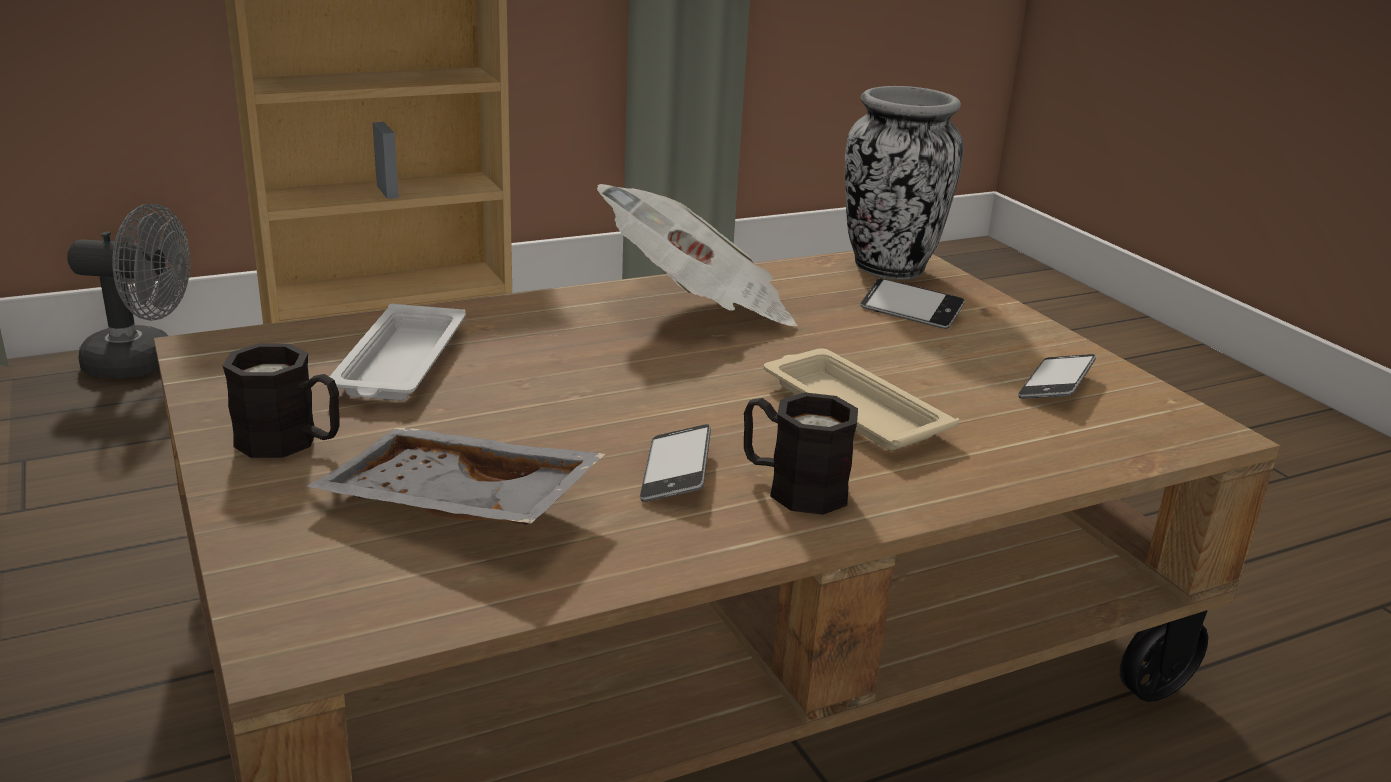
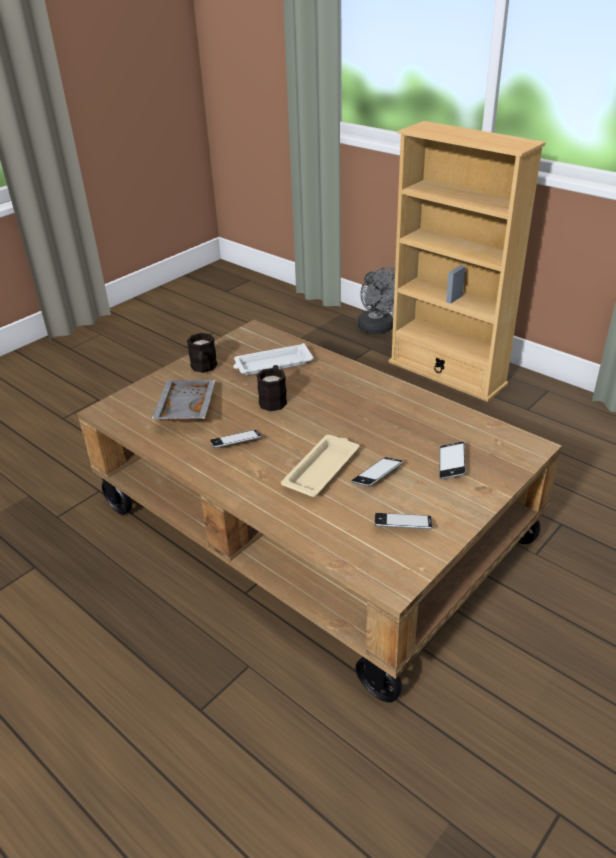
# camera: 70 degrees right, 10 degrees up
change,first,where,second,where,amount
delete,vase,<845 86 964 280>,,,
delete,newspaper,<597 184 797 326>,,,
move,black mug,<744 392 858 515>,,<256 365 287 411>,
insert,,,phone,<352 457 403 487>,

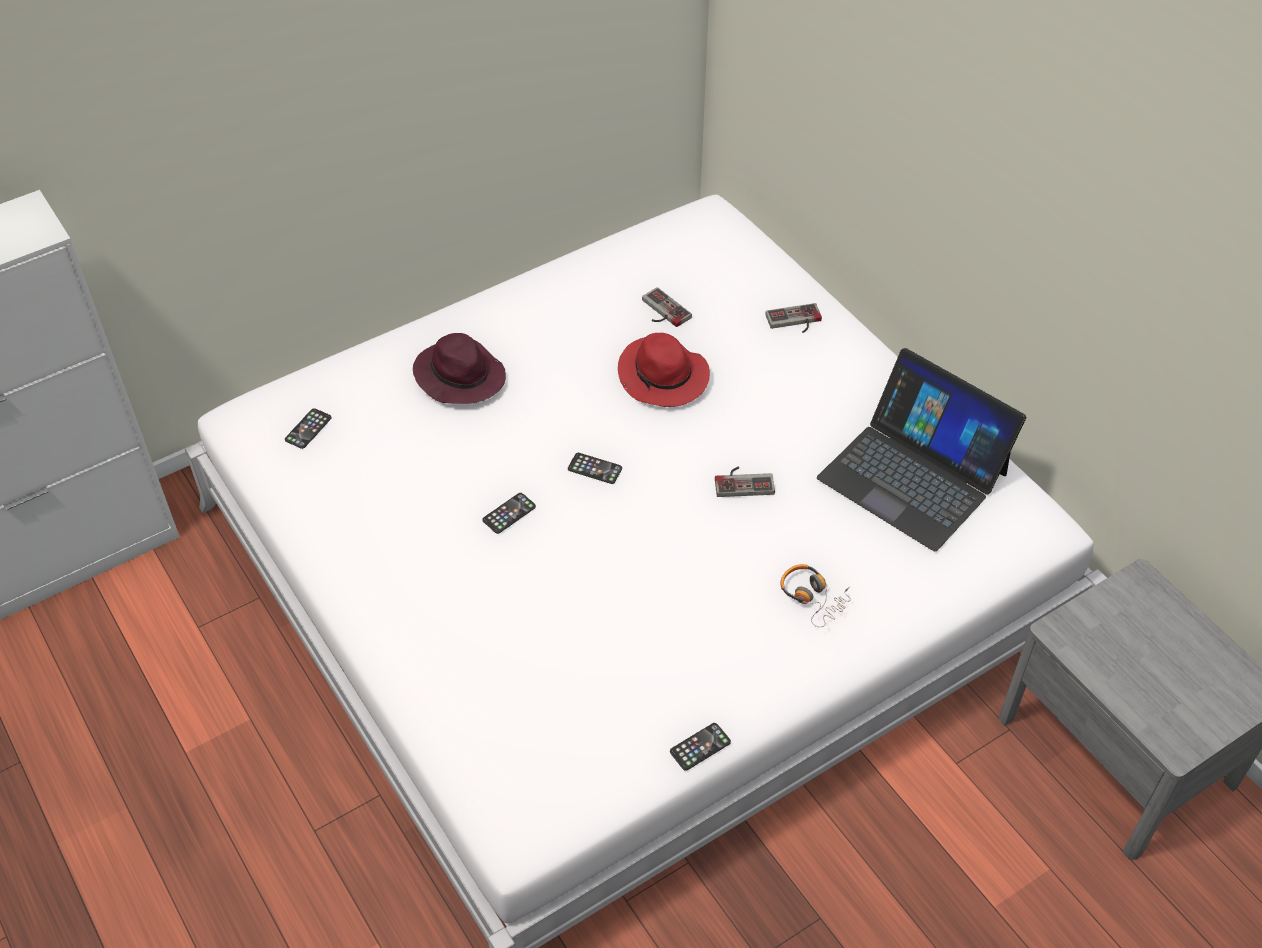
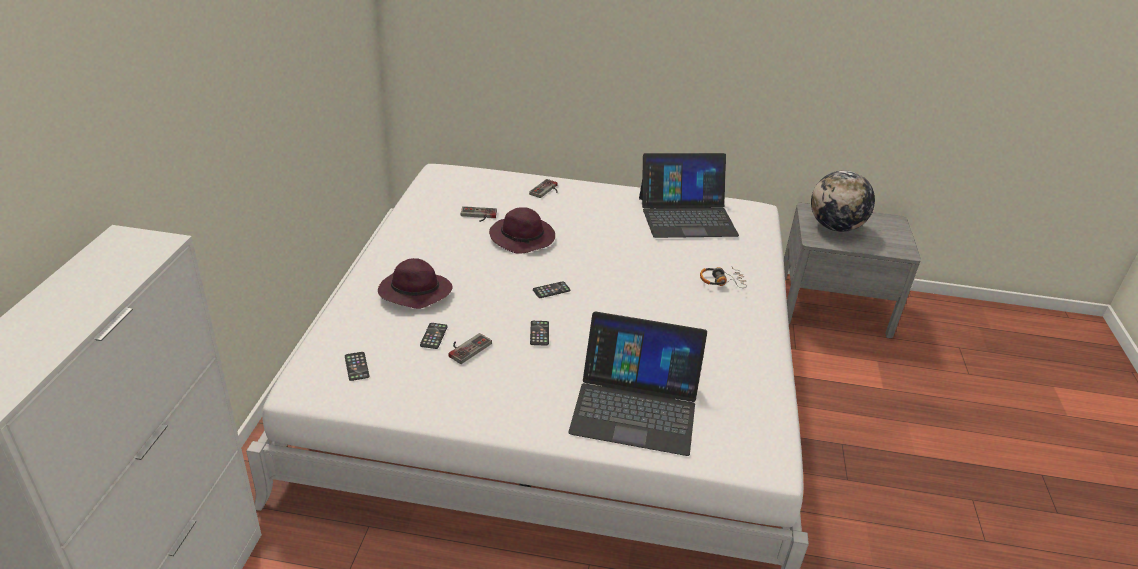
# camera: 50 degrees left, 15 degrees down
change,first,where,second,where,amount
recolor,red hat,<618 333 710 407>,purple hat,<489 207 555 254>,
move,game controller,<715 466 775 497>,,<448 333 492 364>,
move,phone,<670 723 731 771>,,<420 323 448 349>,
insert,,,globe,<811 170 875 232>,
insert,,,laptop,<568 311 707 456>,

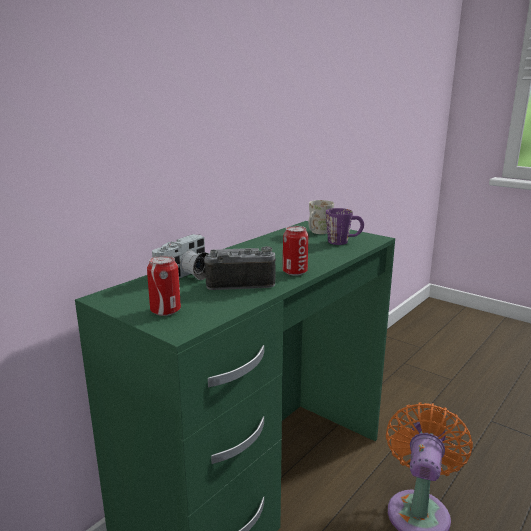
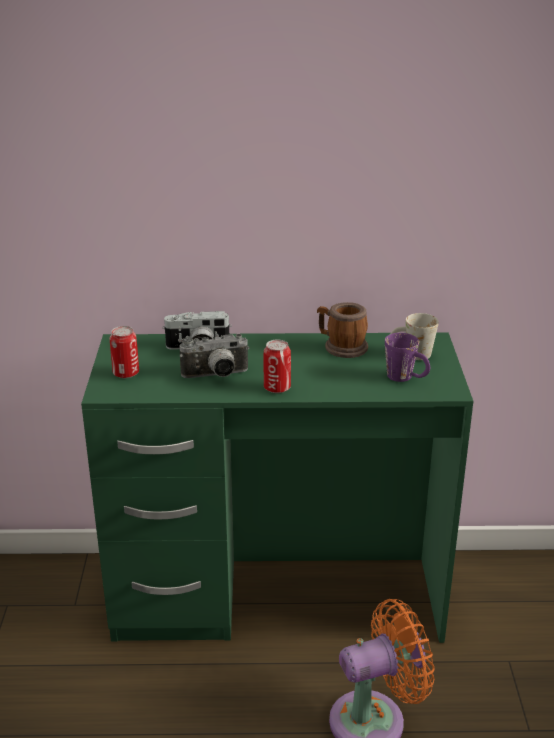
# camera: 50 degrees right, 10 degrees up
change,first,where,second,where,amount
rotate,photo camera,<204 246 276 290>,,<180 334 250 378>,120 degrees clockwise
insert,,,mug,<317 302 368 358>,

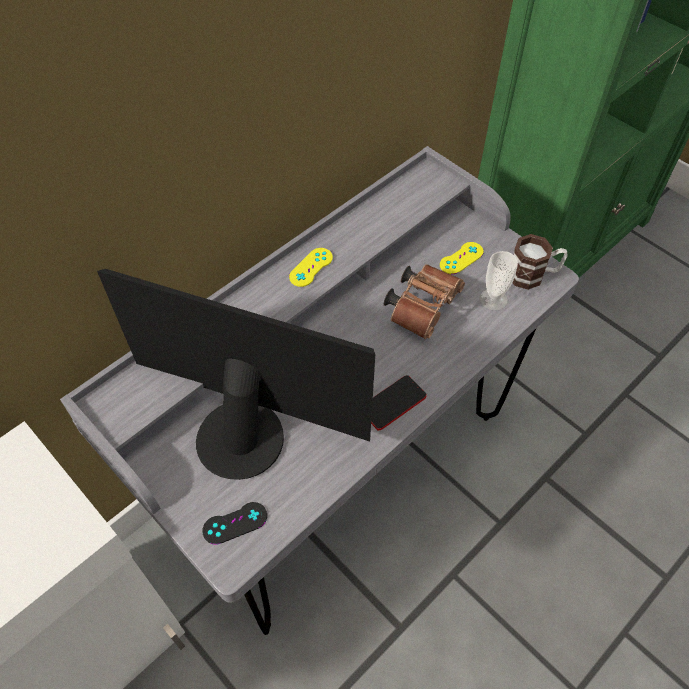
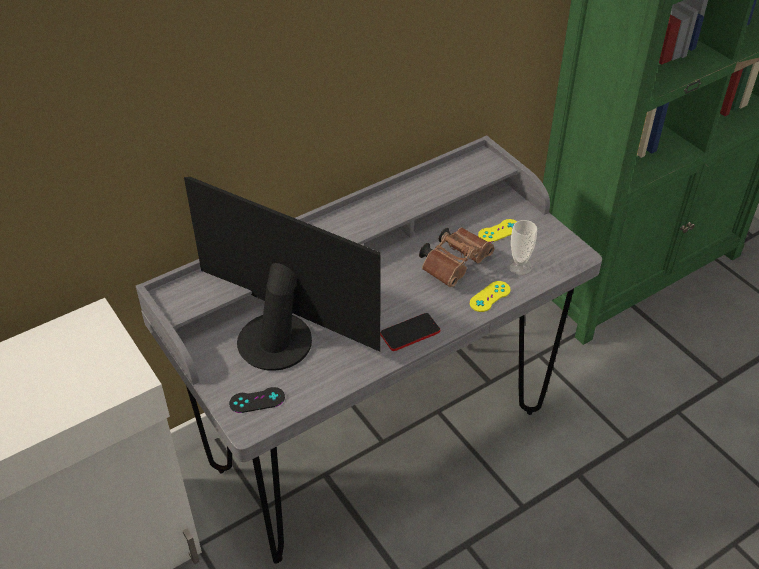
# camera: 10 degrees right, 10 degrees down
change,first,where,second,where,amount
delete,mug,<513 234 568 290>,,,
move,yellow game controller,<289 248 333 287>,,<469 281 510 312>,

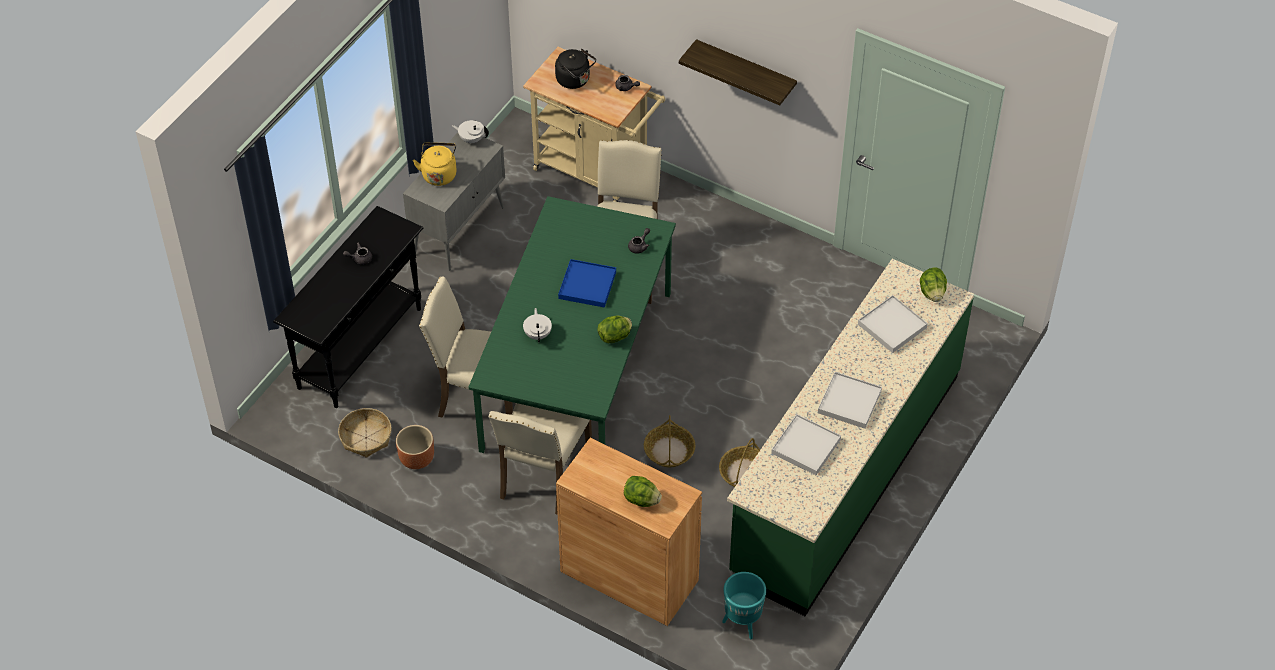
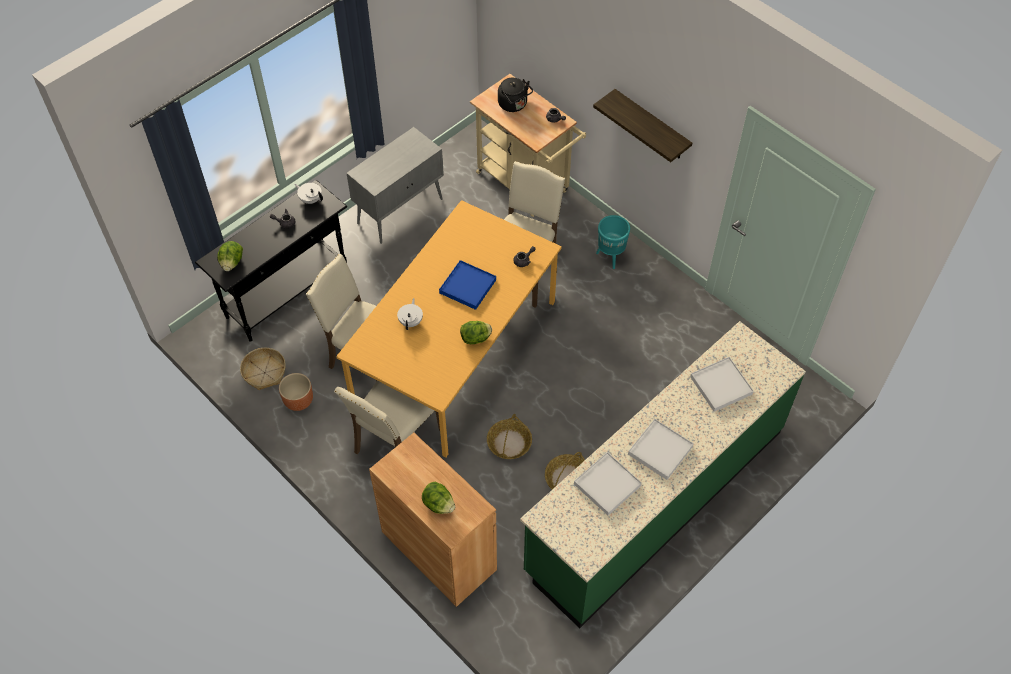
# camera: 15 degrees right, 5 degrees up
change,first,where,second,where,amount
move,white teapot,<452 120 489 144>,,<294 183 323 204>,
delete,yellow kettle,<413 142 457 186>,,,
recolor,green dining table,<468 196 676 453>,orange dining table,<336 200 562 457>,
move,lettuce,<920 267 947 302>,,<217 241 243 271>,
move,turquoise planter,<722 572 766 639>,,<596 215 630 269>,

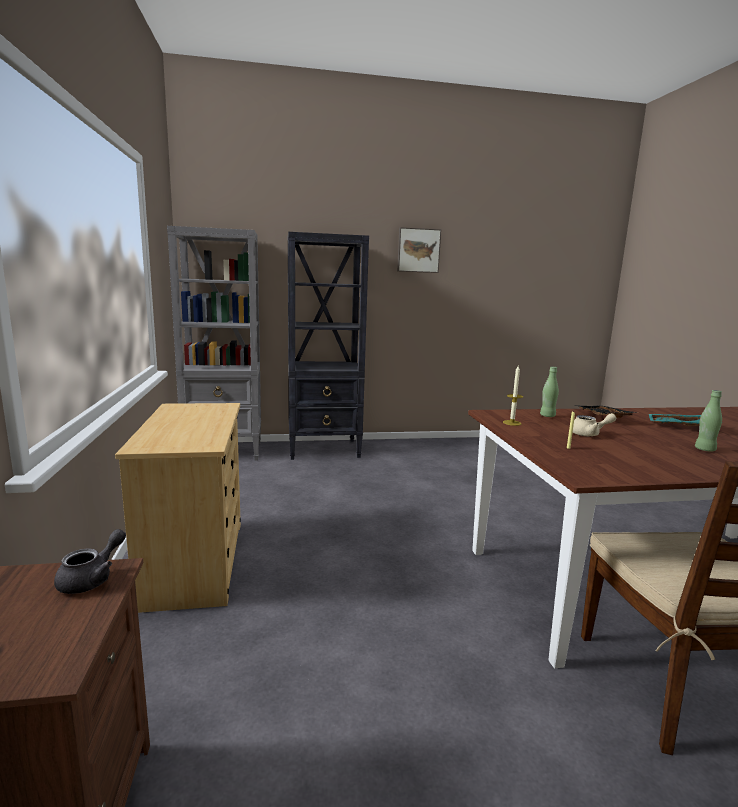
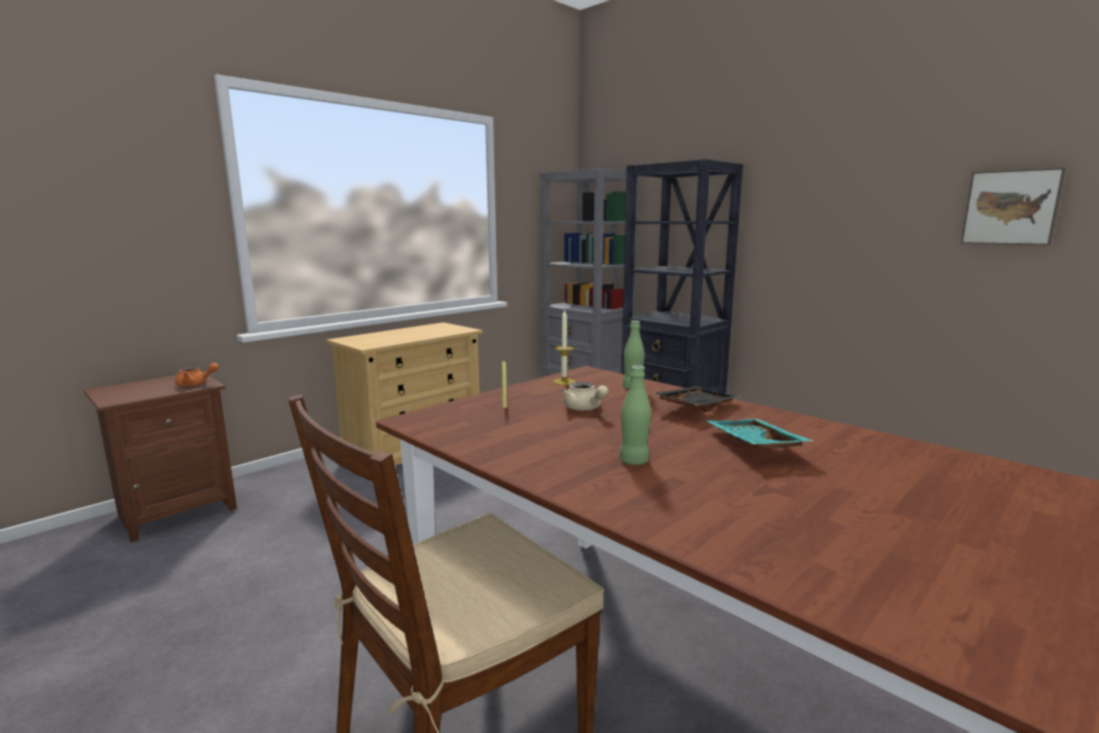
# camera: 55 degrees right, 0 degrees up
change,first,where,second,where,amount
move,picture,<397 227 441 273>,,<961 168 1065 245>,
recolor,grey teapot,<54 529 126 594>,orange teapot,<175 363 219 387>,

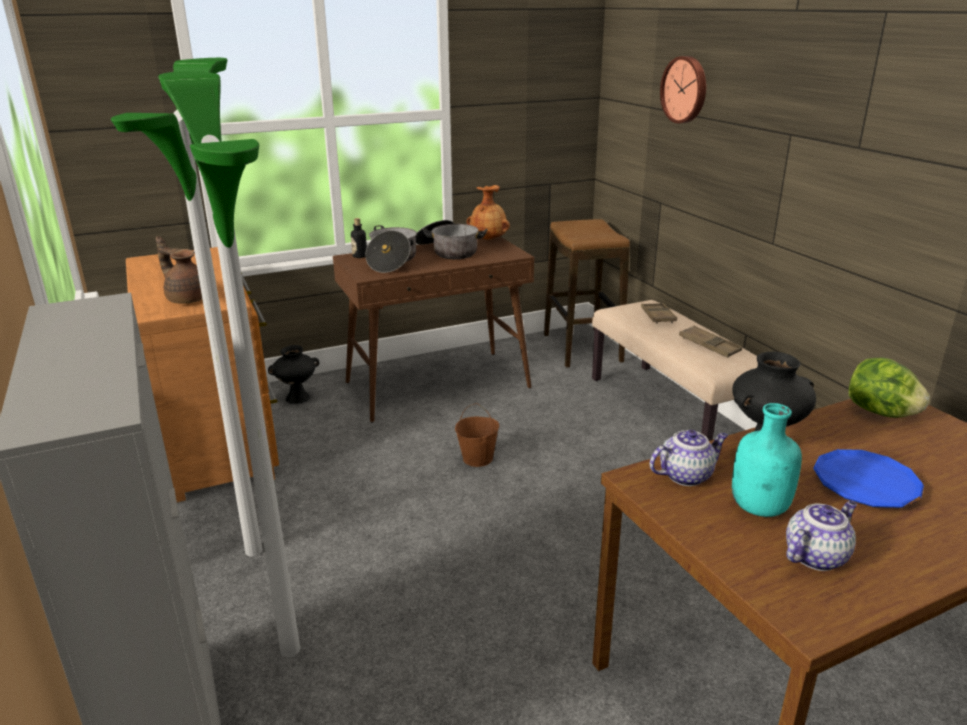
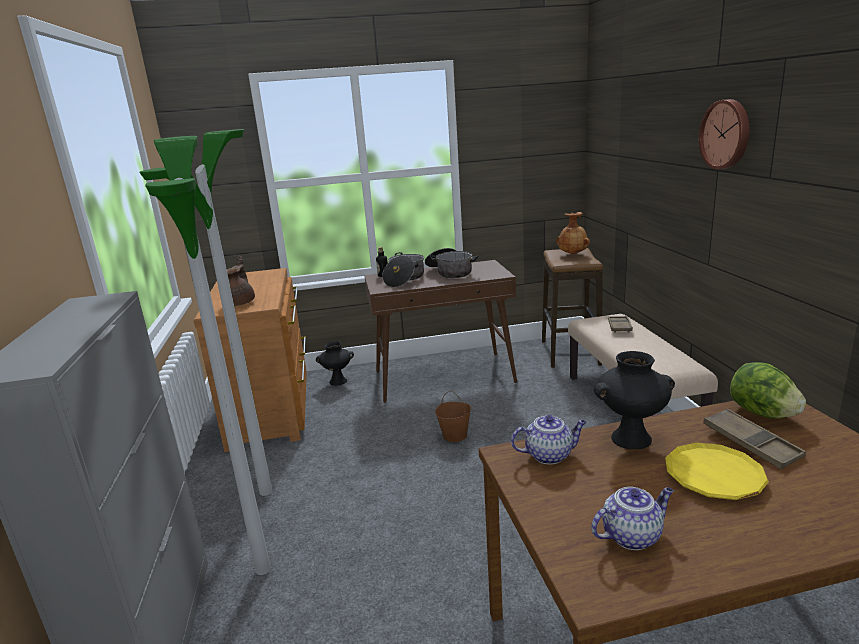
# camera: 15 degrees right, 5 degrees down
change,first,where,second,where,amount
move,wall clock,<660 56 706 123>,,<699 99 750 169>,
move,brown vase,<467 185 510 241>,,<556 212 590 254>,
rotate,brown teapot,<156 236 202 304>,,<227 256 255 306>,45 degrees clockwise
move,brown tray,<679 325 742 358>,,<703 409 806 469>,
delete,turquoise bottle,<732 403 802 517>,,,
recolor,blue plate,<813 449 924 508>,yellow plate,<665 443 769 500>,

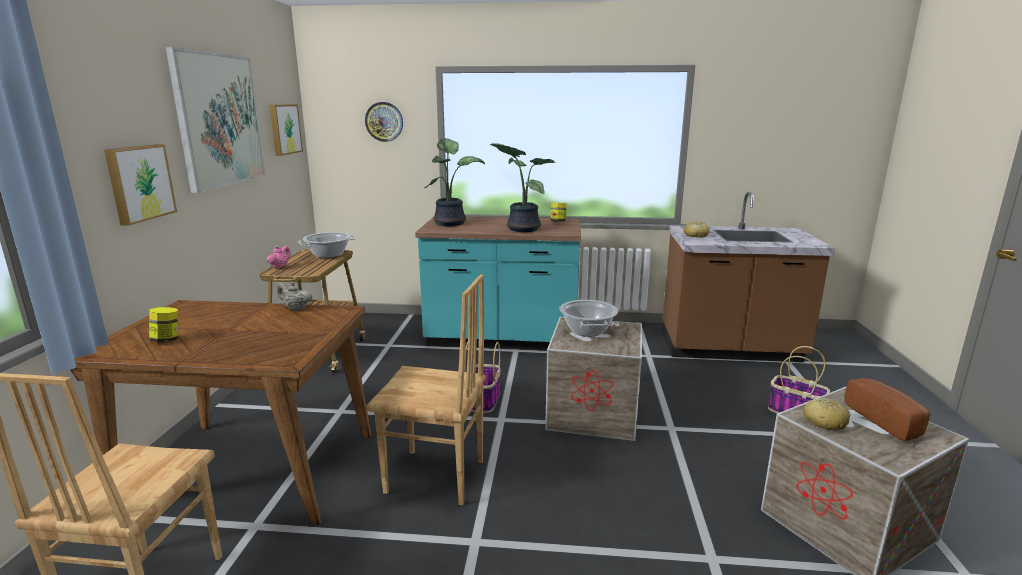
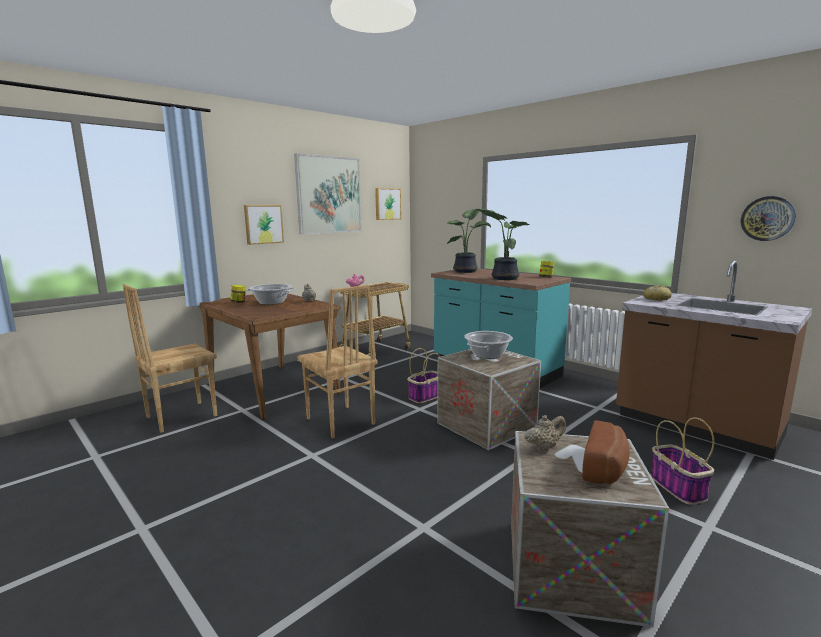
# camera: 40 degrees right, 5 degrees down
change,first,where,second,where,amount
move,wall clock,<365 102 403 142>,,<741 196 796 241>,
move,cooking pot,<298 232 356 258>,,<246 284 295 305>,
replace,bread,<803 398 850 430>,beige teapot,<524 415 566 451>,

